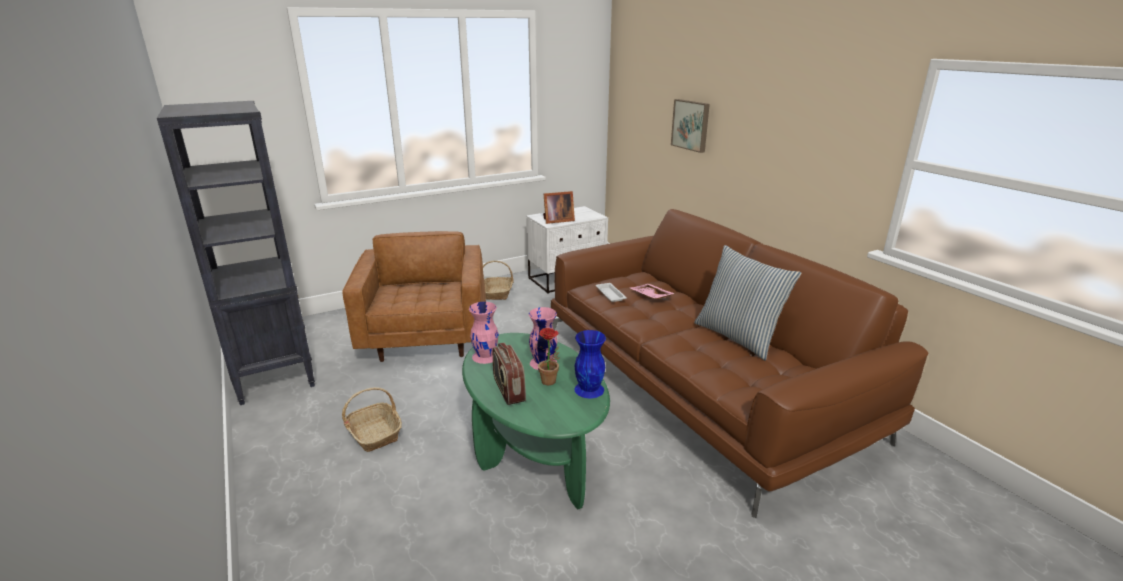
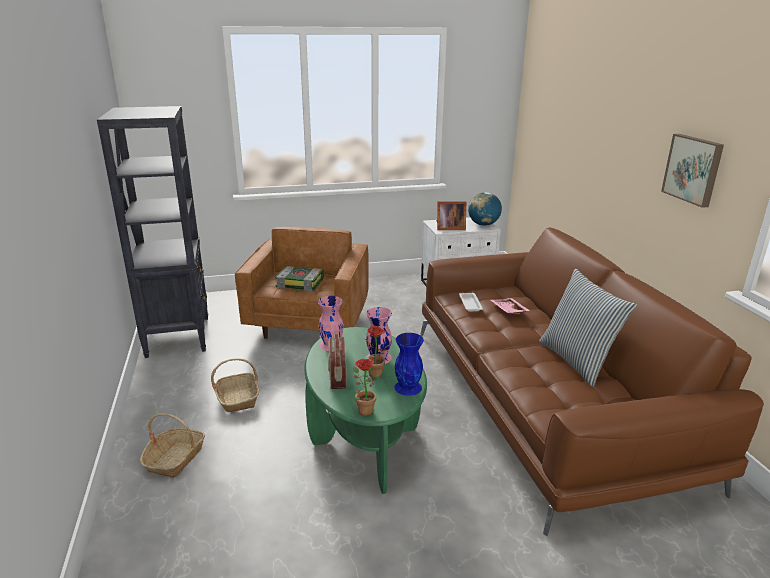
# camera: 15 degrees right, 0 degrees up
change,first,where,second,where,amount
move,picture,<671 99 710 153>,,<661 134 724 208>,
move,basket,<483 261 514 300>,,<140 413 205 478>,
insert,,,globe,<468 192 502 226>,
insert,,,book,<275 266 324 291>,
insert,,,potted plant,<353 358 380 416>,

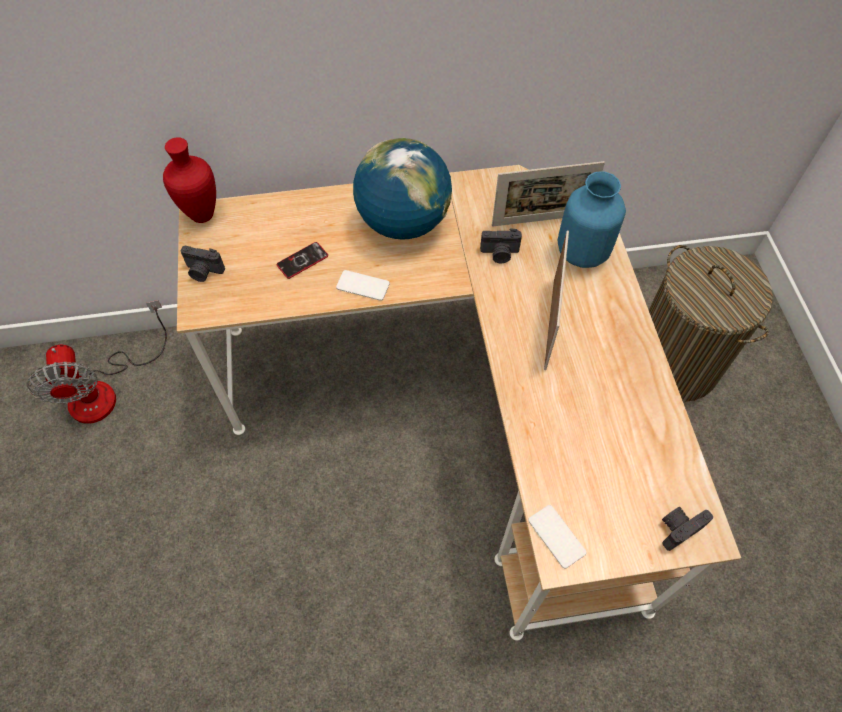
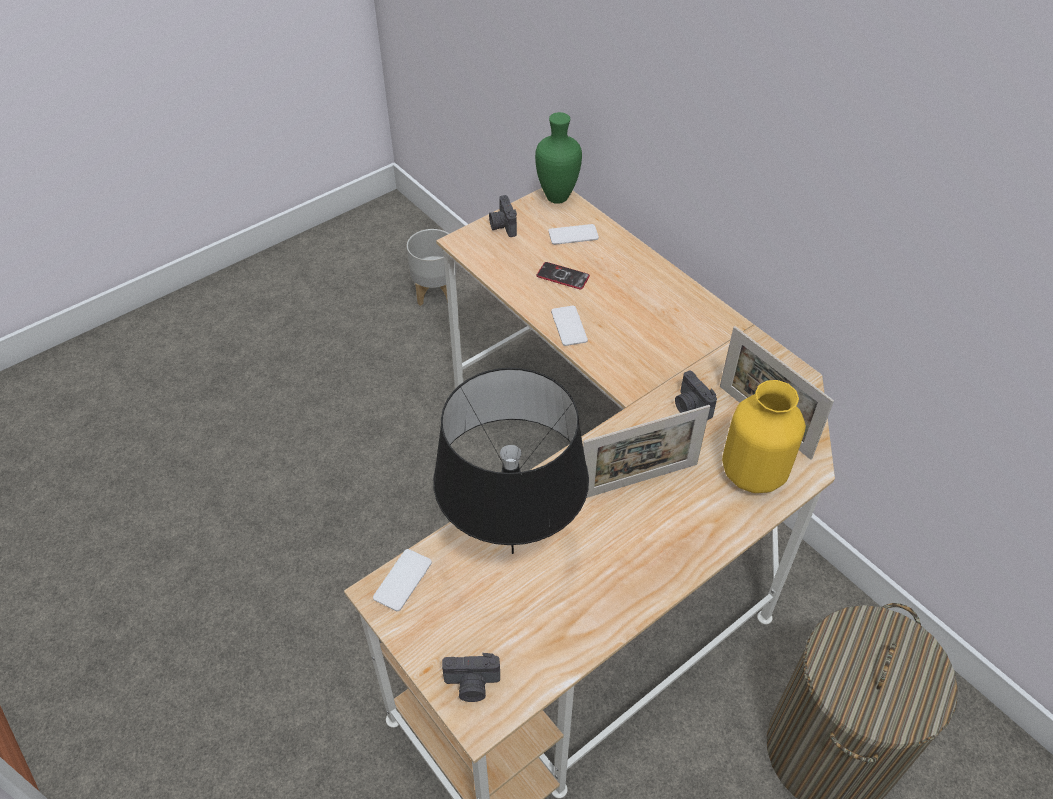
# camera: 60 degrees right, 10 degrees down
change,first,where,second,where,amount
recolor,red vase,<163 137 216 223>,green vase,<535 112 582 204>,
delete,globe,<353 138 452 240>,,,
recolor,blue vase,<558 171 626 268>,yellow vase,<722 380 806 493>,
replace,fan,<27 300 167 424>,grey planter,<407 229 457 306>,
rotate,photo camera,<662 507 713 551>,,<442 653 500 702>,150 degrees clockwise
insert,,,phone,<548 224 599 245>,
insert,,,black table lamp,<433 368 589 554>,

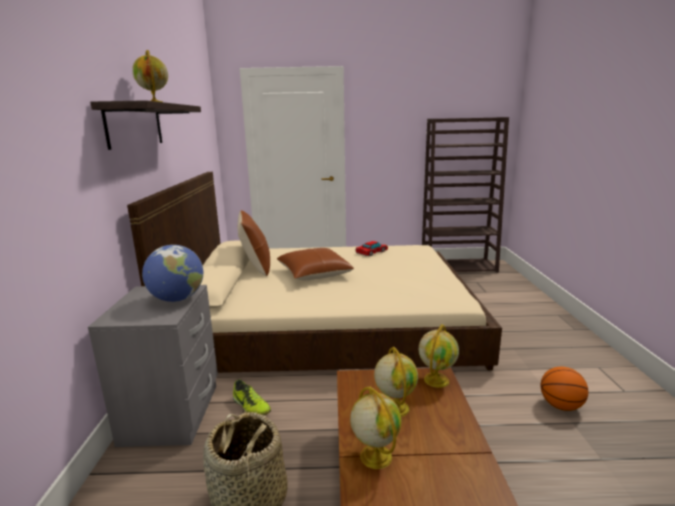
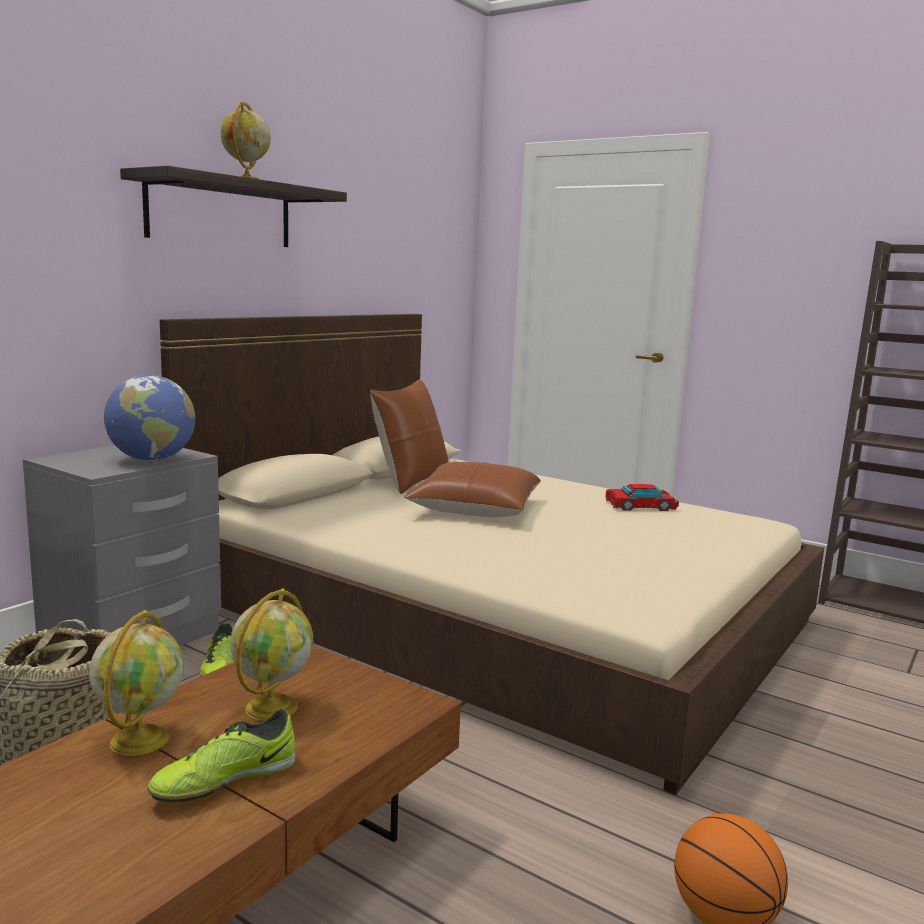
# camera: 35 degrees right, 5 degrees down
change,first,where,second,where,amount
delete,globe,<419 324 459 388>,,,
insert,,,shoe,<147 709 296 802>,

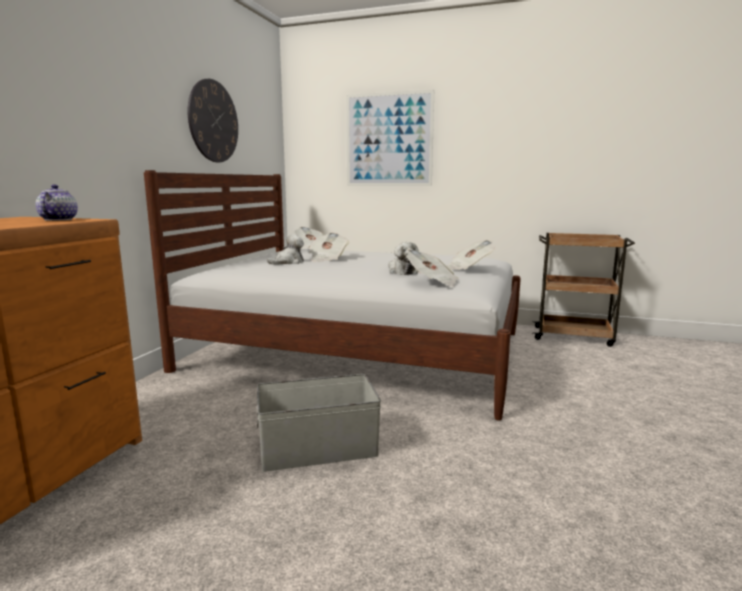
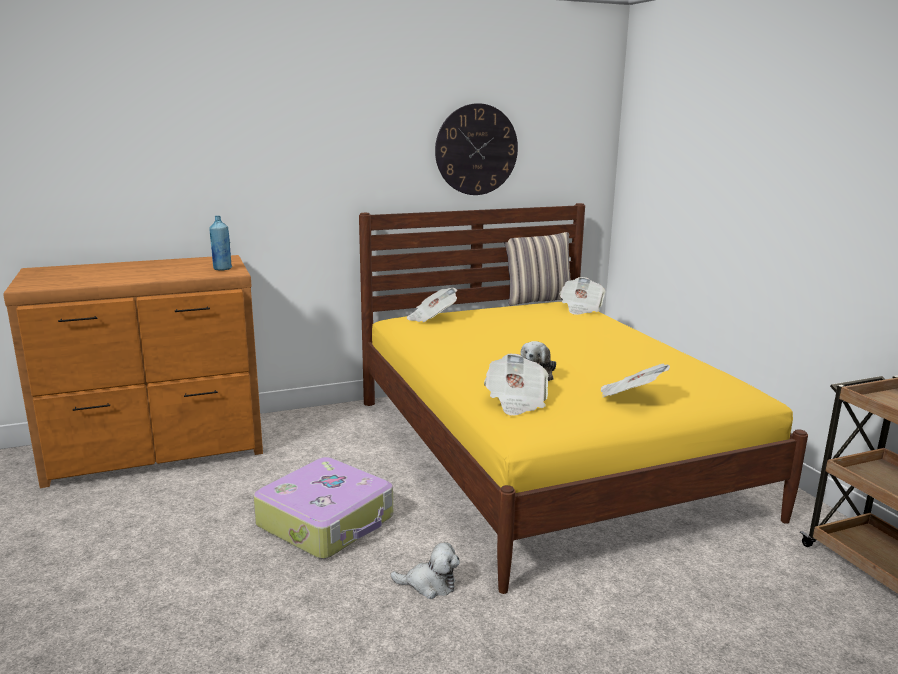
# camera: 50 degrees right, 5 degrees up
change,first,where,second,where,amount
delete,picture,<346 89 434 186>,,,
recolor,white bed,<144 170 521 420>,yellow bed,<359 203 808 594>,
replace,teapot,<36 184 78 221>,blue bottle,<209 216 232 271>,
move,newspaper,<309 233 349 262>,,<407 288 458 322>,
move,plush toy,<267 234 304 264>,,<390 542 460 599>,
replace,grey storage box,<257 374 381 472>,suitcase,<253 457 393 559>,
insert,,,pillow,<504 232 571 306>,

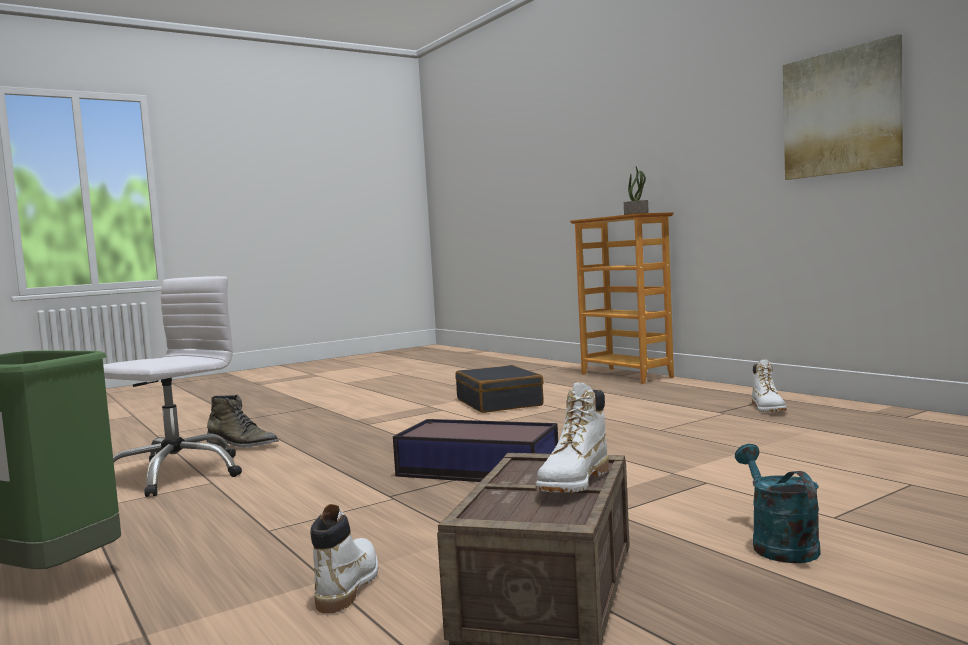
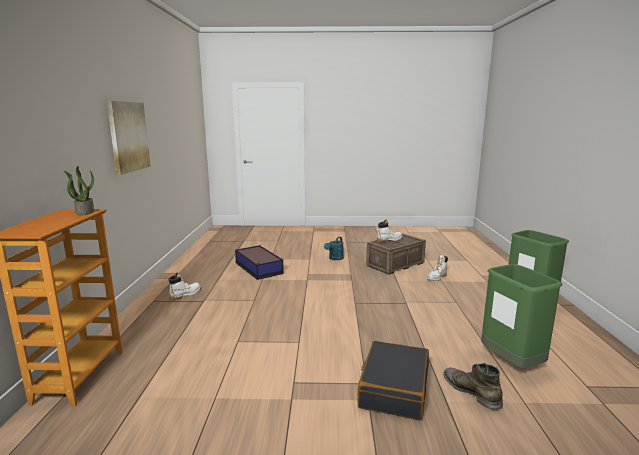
# camera: 145 degrees left, 10 degrees up
change,first,where,second,where,amount
replace,white office chair,<103 276 242 497>,green trash can,<481 264 562 368>,
move,black suitcase,<455 365 544 413>,,<358 341 429 420>,
move,storage box,<393 419 558 482>,,<235 245 284 280>,

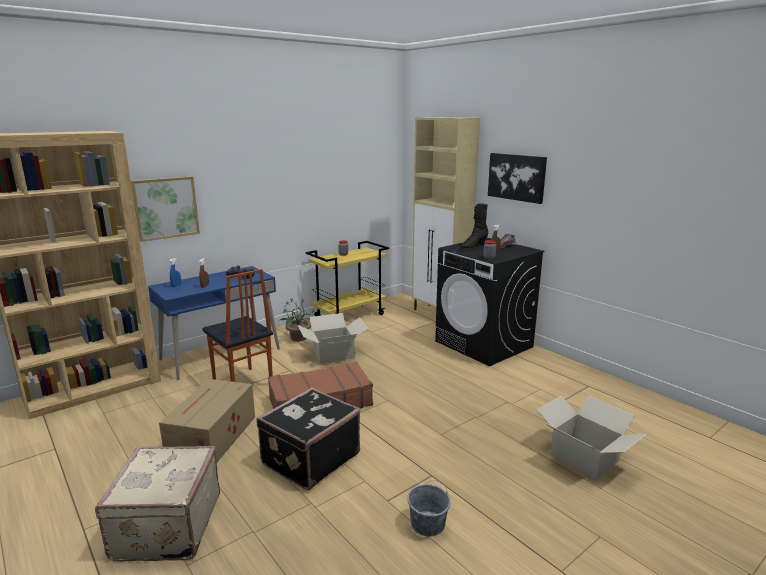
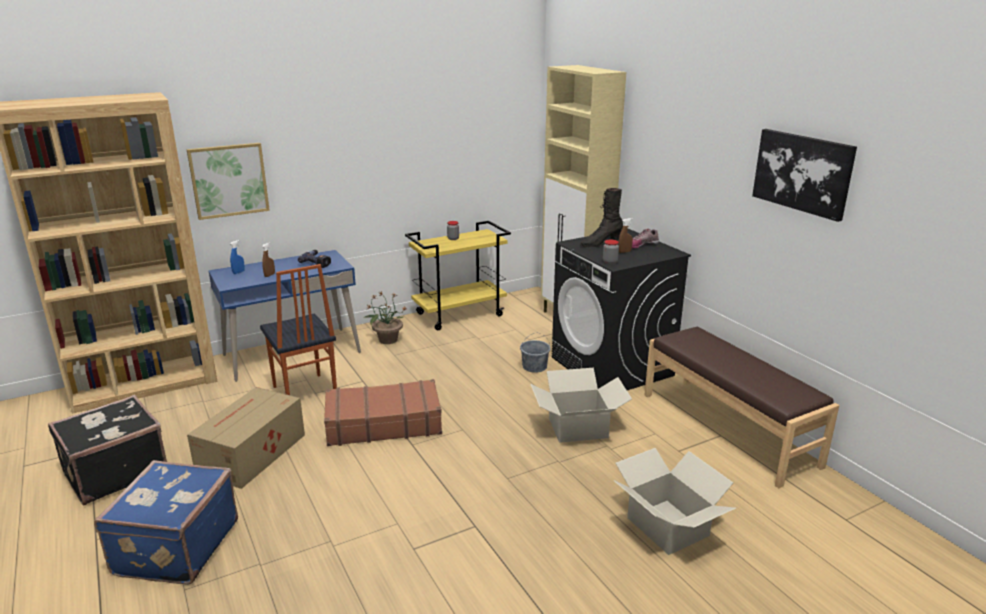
# camera: 10 degrees right, 5 degrees up
change,first,where,second,where,amount
move,picture,<488 153 547 204>,,<752 129 857 222>,
move,cardboard box,<298 313 369 363>,,<530 368 632 443>,
move,black suitcase,<256 387 360 490>,,<48 395 167 505>,
recolor,beige suitcase,<95 446 220 562>,blue suitcase,<94 460 238 585>,
move,grey bucket,<407 480 451 536>,,<520 333 551 373>,
insert,,,brown bench,<644 327 839 488>,

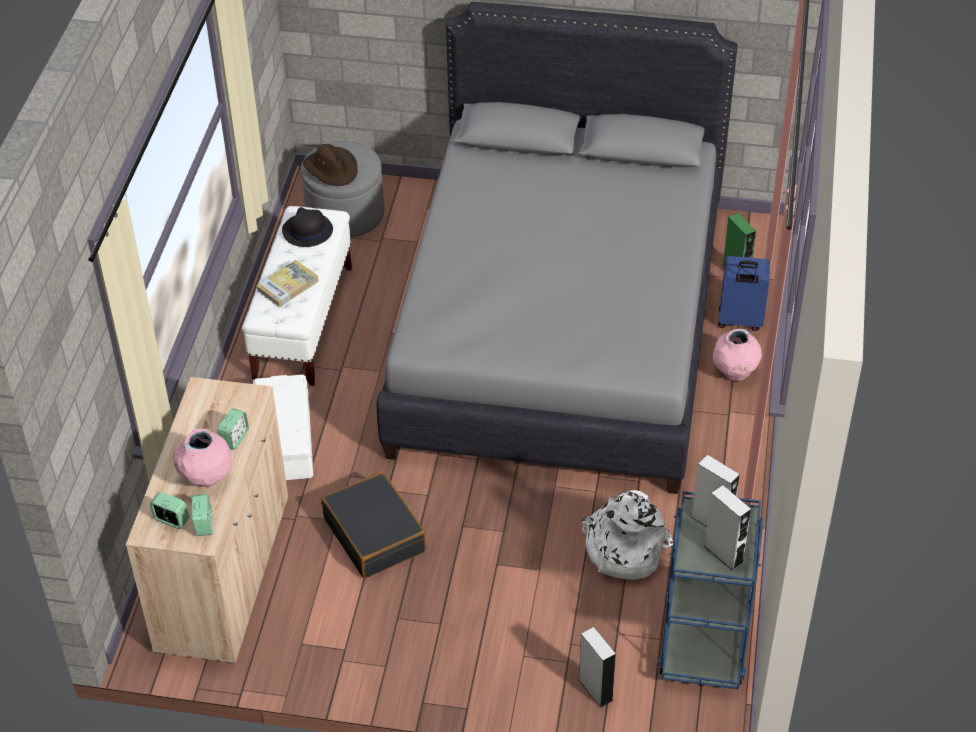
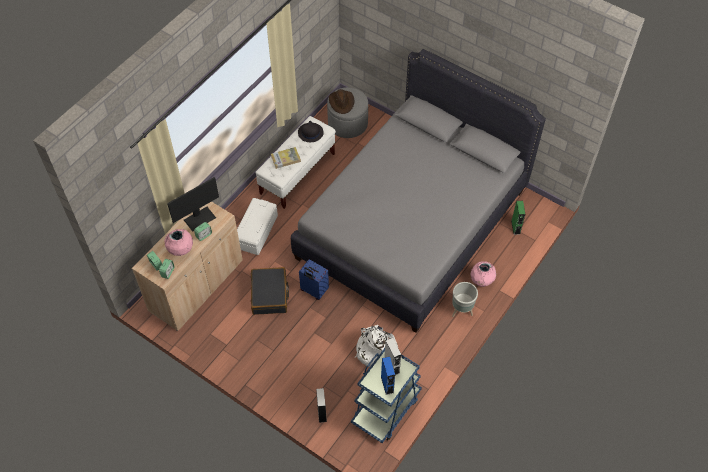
# camera: 25 degrees right, 10 degrees up
change,first,where,second,where,amount
move,blue suitcase,<718 256 770 331>,,<299 259 329 300>,
recolor,grey speaker,<704 485 751 571>,blue speaker,<381 356 395 395>,
insert,,,monitor,<167 177 219 232>,
insert,,,grey planter,<452 282 478 317>,

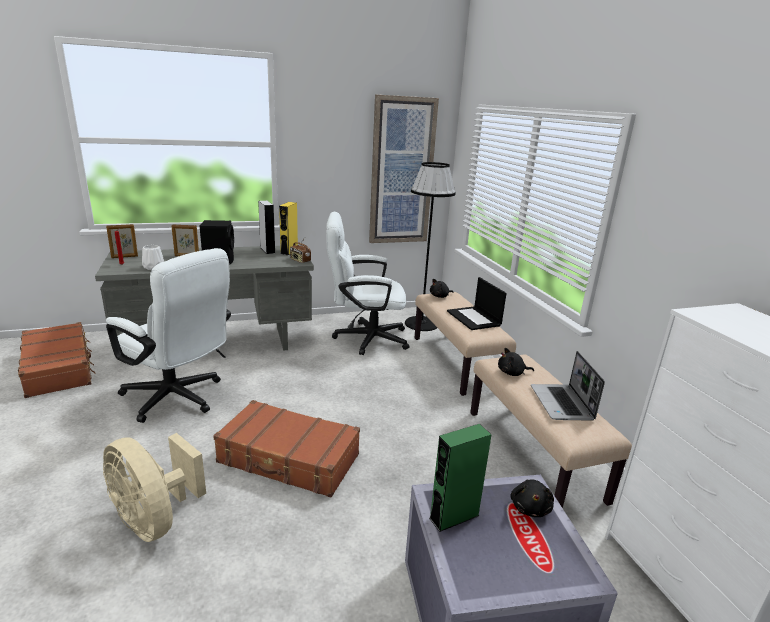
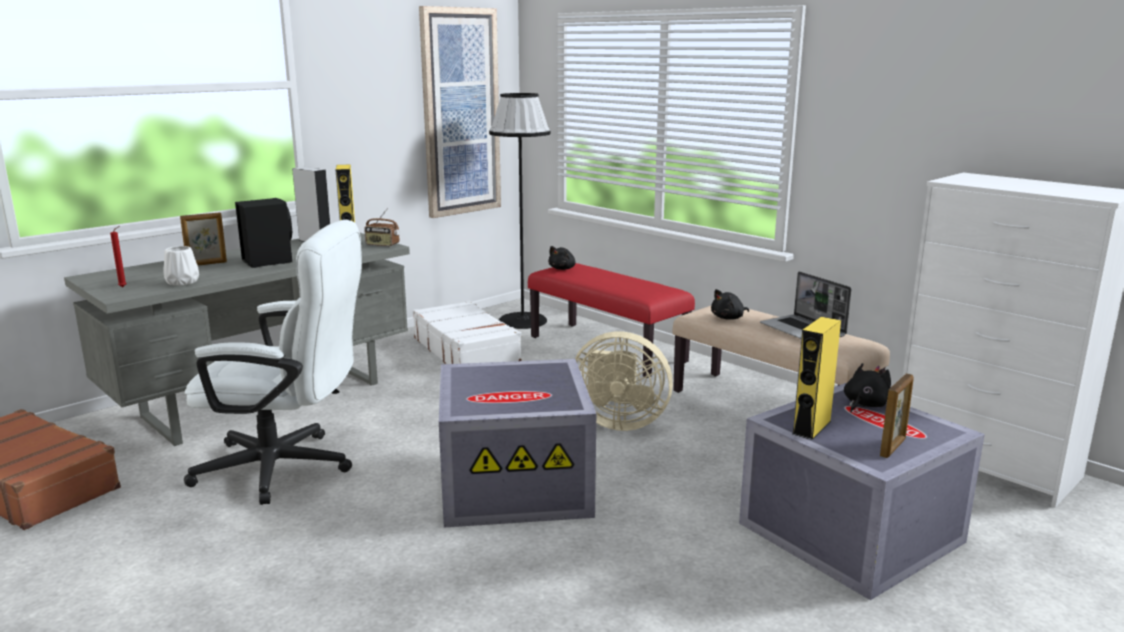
# camera: 25 degrees left, 5 degrees down
change,first,where,second,where,amount
replace,white office chair,<327 212 409 355>,white suitcase,<413 301 521 364>,
move,picture frame,<106 224 138 258>,,<880 373 914 458>,
delete,laptop,<447 277 507 330>,,,
recolor,beige bench,<415 292 516 396>,red bench,<528 263 695 378>,
replace,brown suitcase,<213 400 360 497>,grey storage box,<439 359 596 528>,
recolor,green speaker,<429 424 492 532>,yellow speaker,<792 317 841 440>,
move,beige fan,<103 433 206 542>,,<575 332 673 431>,
rotate,black plush toy,<510 479 554 517>,,<844 363 891 413>,120 degrees counterclockwise

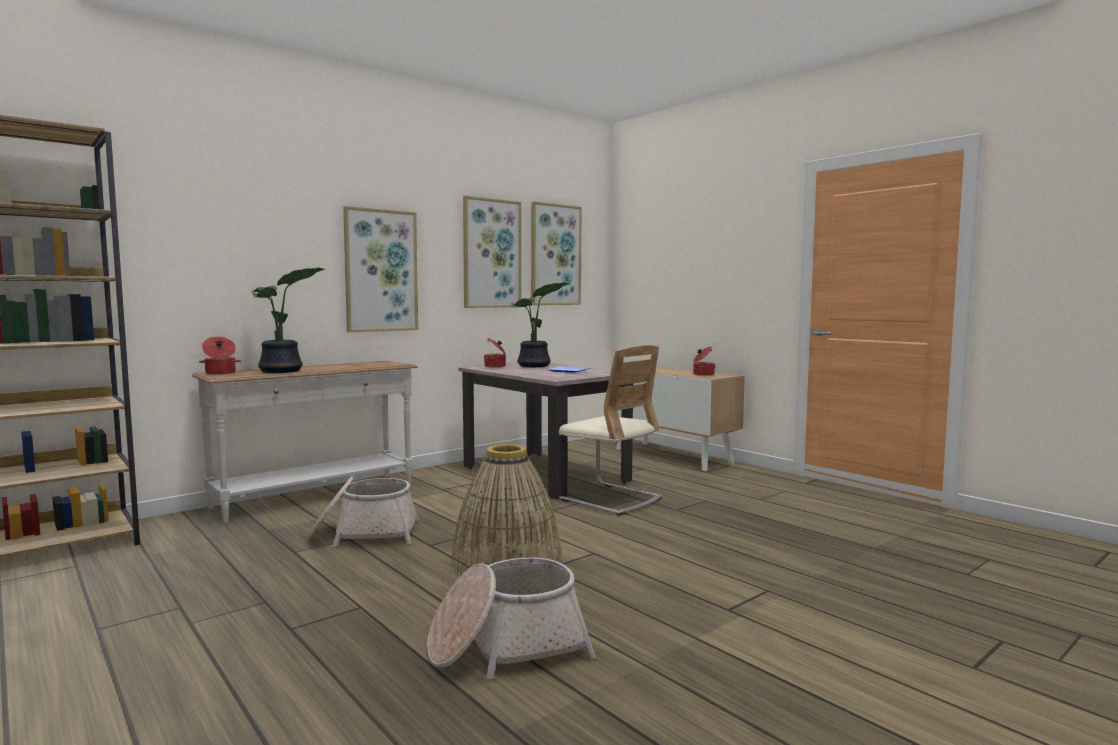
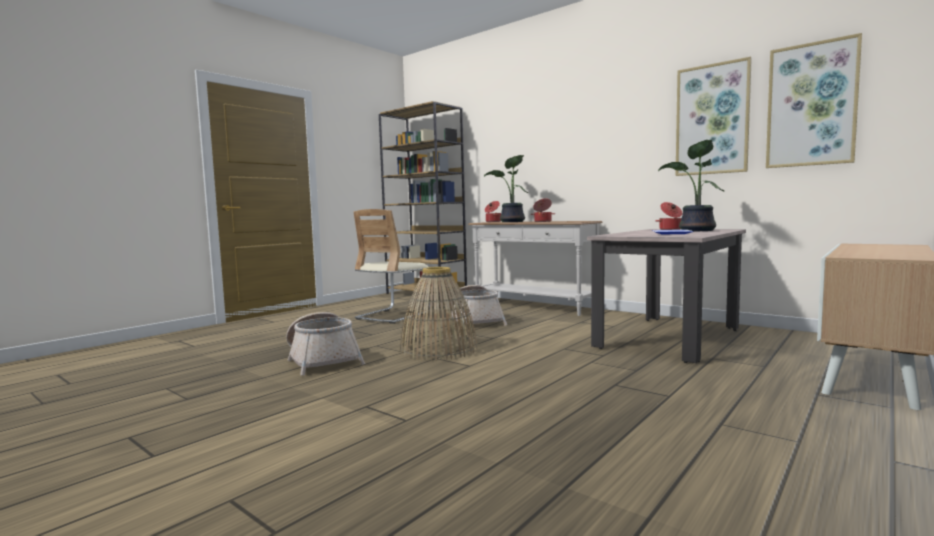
# camera: 80 degrees right, 0 degrees up
change,first,where,second,where,amount
delete,picture,<343 206 418 332>,,,
move,beige chair,<559 345 663 516>,,<354 209 430 324>,
move,cooking pot,<693 346 716 376>,,<531 198 555 222>,

